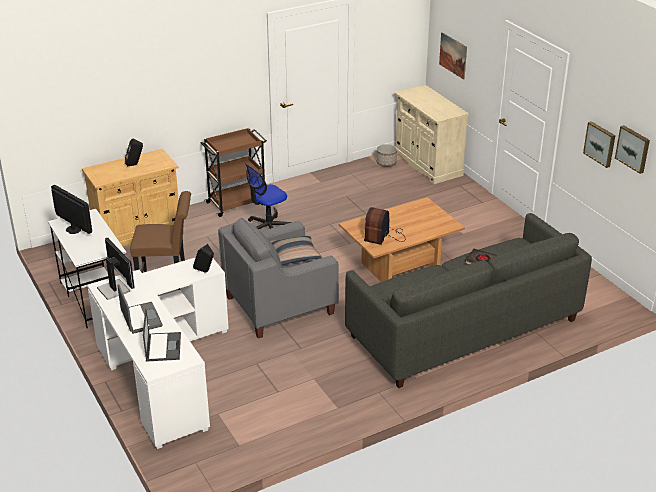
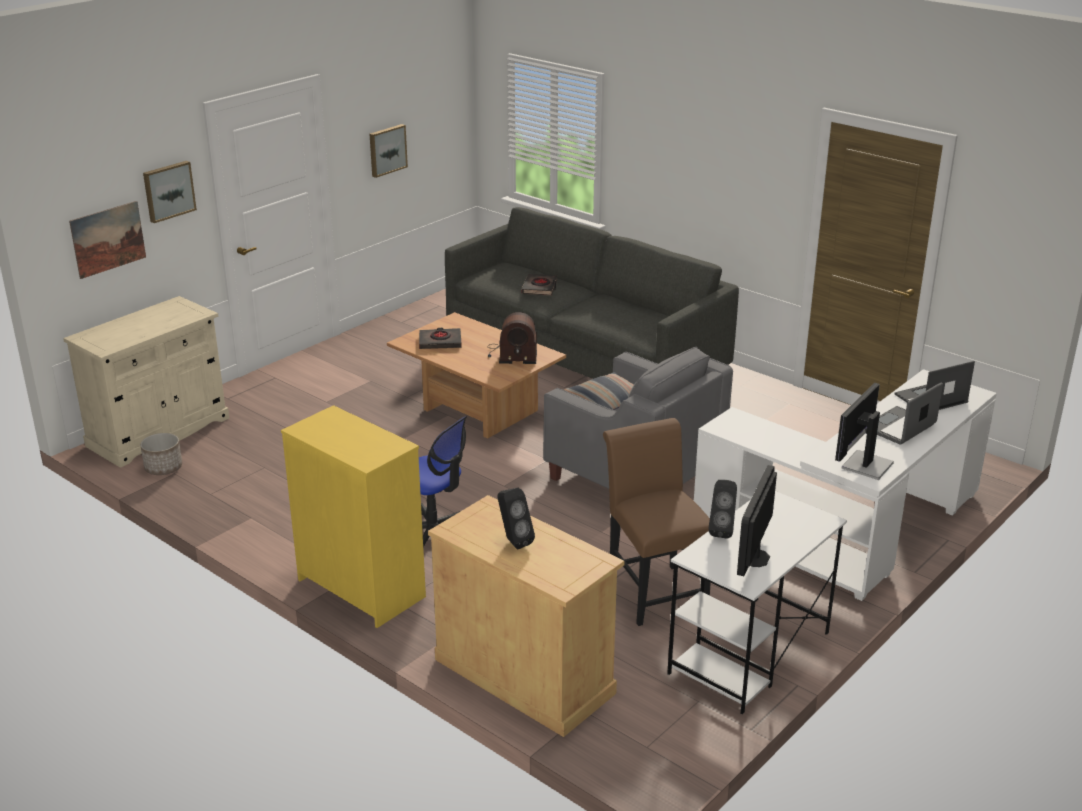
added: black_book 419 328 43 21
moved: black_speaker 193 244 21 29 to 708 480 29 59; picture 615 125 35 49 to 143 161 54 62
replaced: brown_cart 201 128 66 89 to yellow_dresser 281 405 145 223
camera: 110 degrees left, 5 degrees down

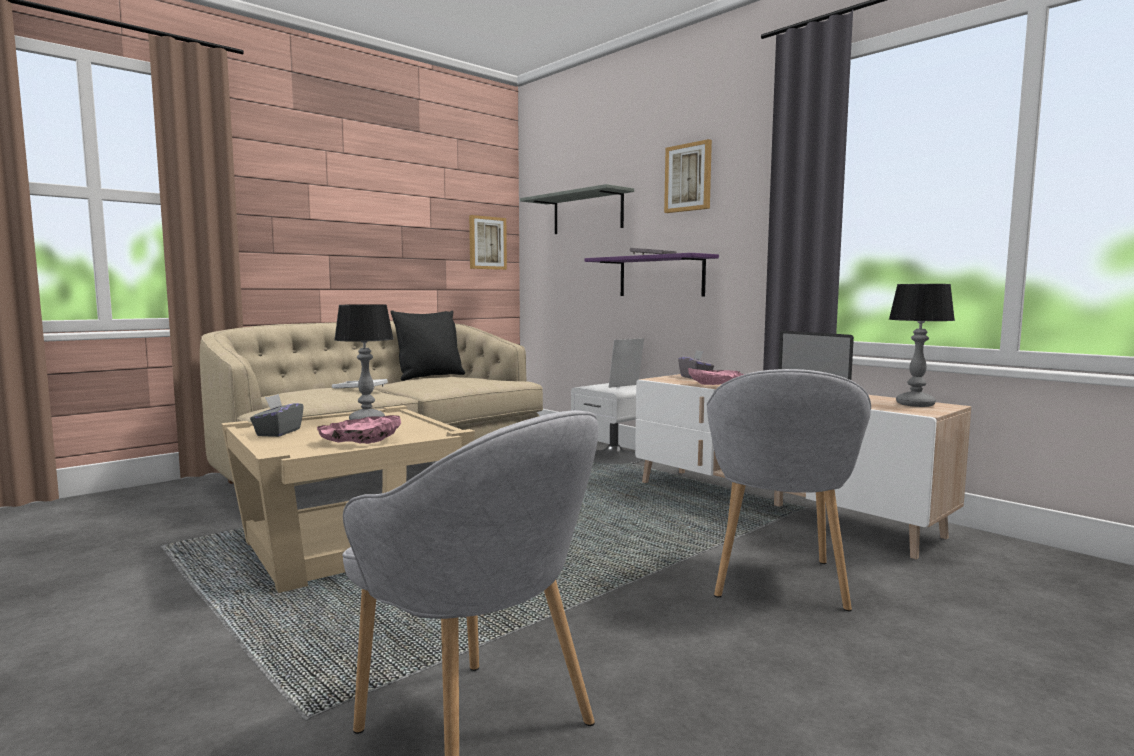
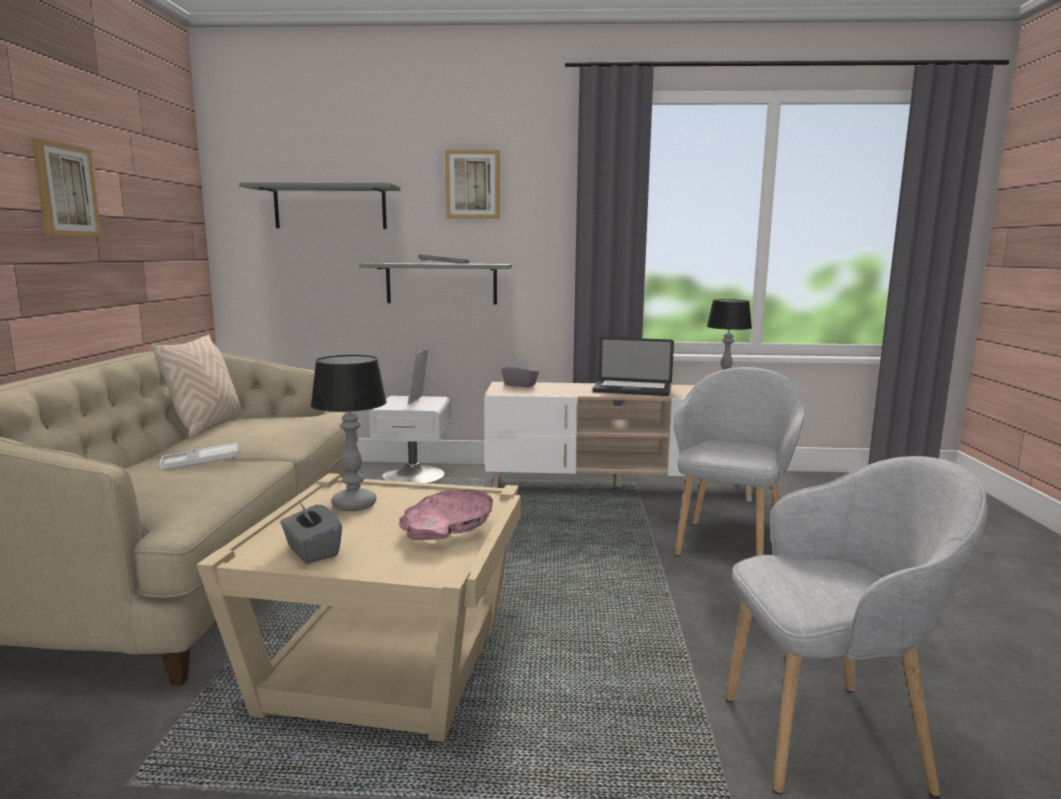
removed: pink_bowl 688 368 56 17
moved: picture 469 215 38 55 to 31 138 70 99
recoloured: black_pillow 390 310 75 71 to beige_pillow 151 334 92 105; purple_shelf 584 253 135 44 to grey_shelf 359 263 153 42
turned: grey_armchair 707 369 164 242 = 673 367 132 189 120 degrees counterclockwise
camera: 45 degrees left, 5 degrees up

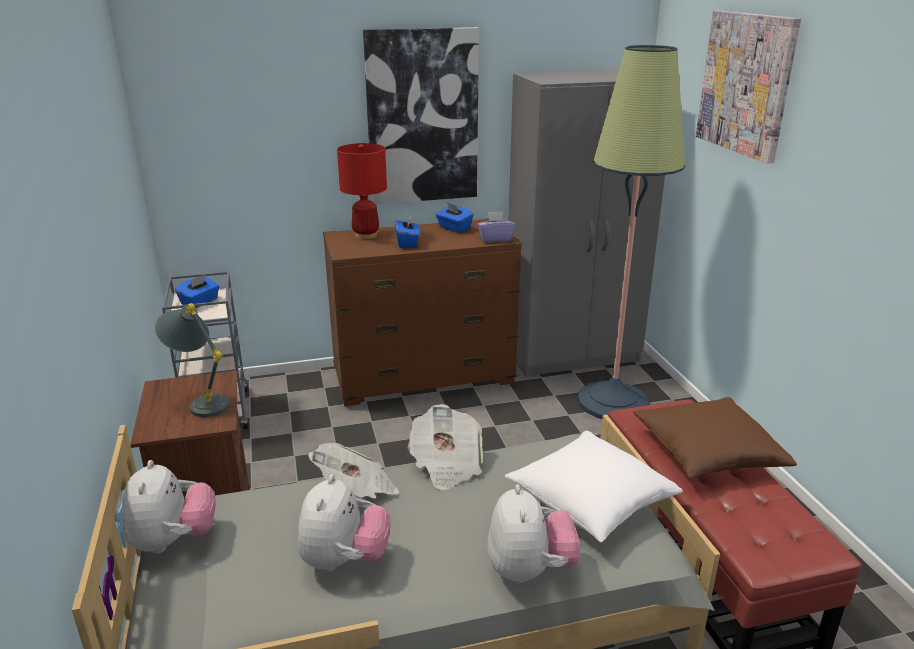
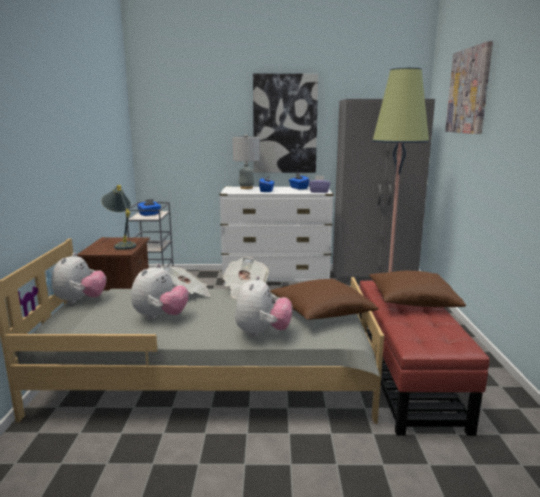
recoloured: brown_dresser 323 218 199 188 to white_dresser 219 186 115 100; red_table_lamp 337 143 50 96 to grey_table_lamp 232 135 28 54; white_pillow 505 431 178 111 to brown_pillow 270 279 108 41
camera: 15 degrees right, 10 degrees down

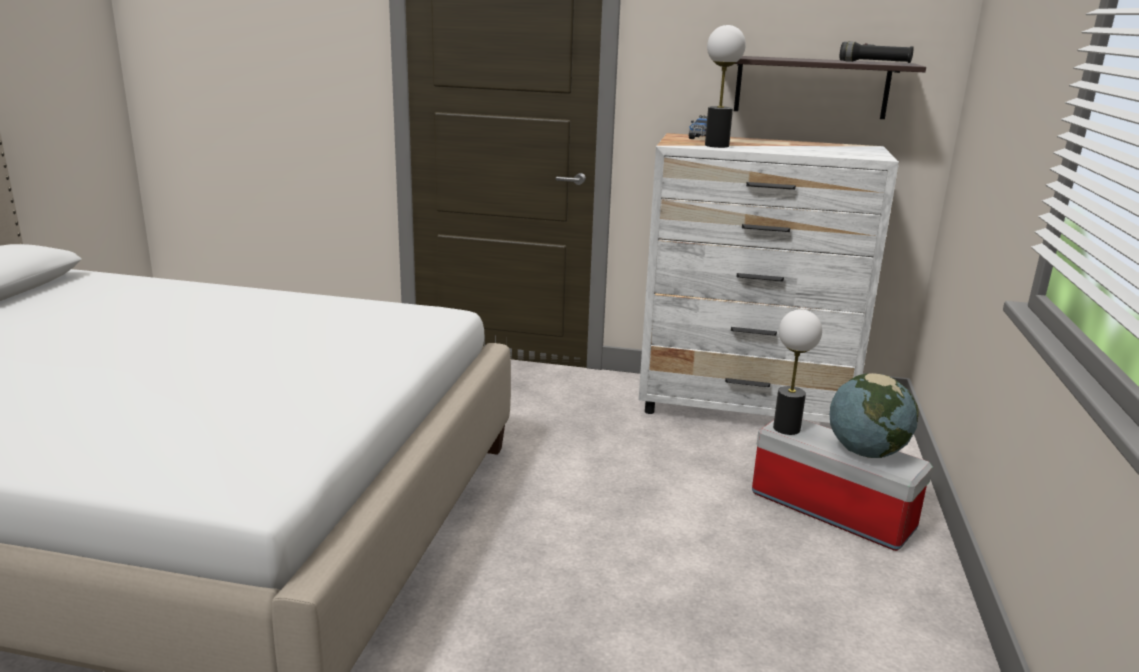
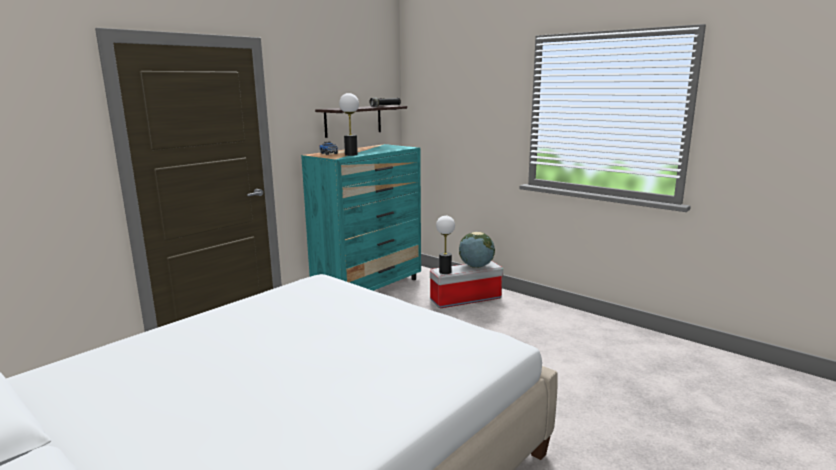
recoloured: white_dresser 639 133 260 290 to turquoise_dresser 301 144 120 147
camera: 60 degrees left, 5 degrees down

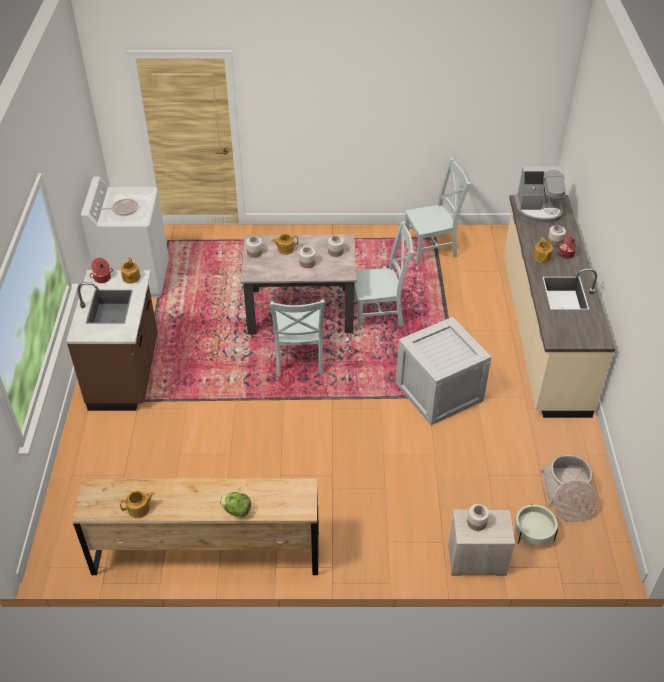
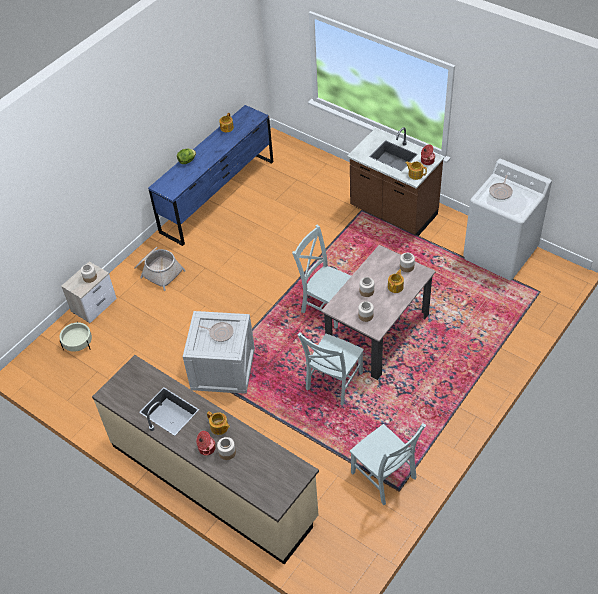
removed: coffee_machine 514 166 52 57
added: frying_pan 198 322 36 20
moved: basket 540 455 57 67 to 134 247 52 44
recoloured: brown_dresser 72 479 247 96 to blue_dresser 148 105 125 141
turned: grey_chair 404 158 67 106 = 350 423 76 82 60 degrees counterclockwise
camera: 130 degrees right, 5 degrees up

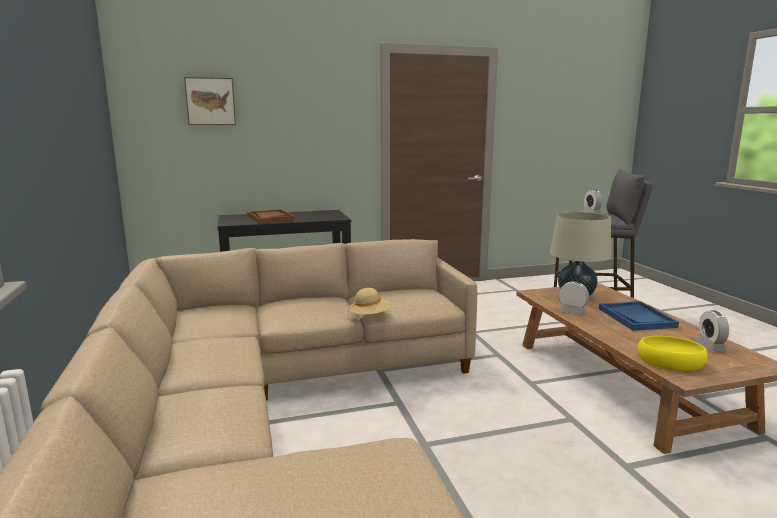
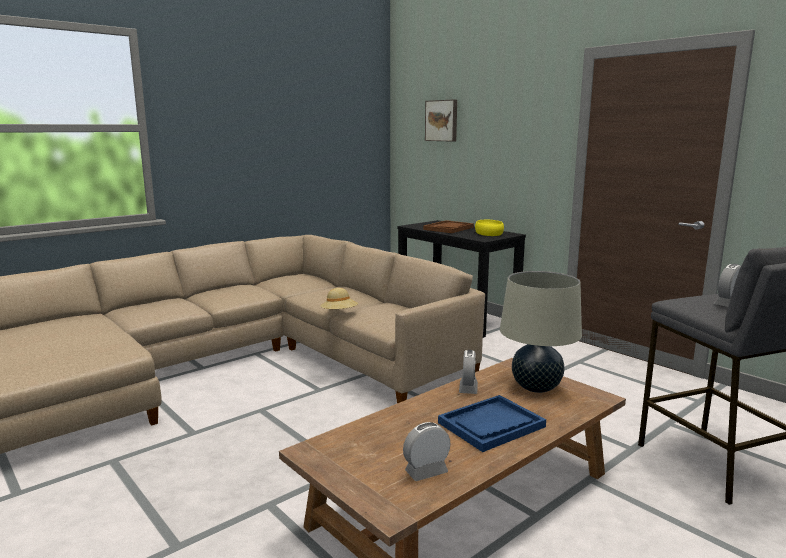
moved: yellow_bowl 638 336 70 35 to 475 220 29 16
camera: 65 degrees right, 0 degrees up

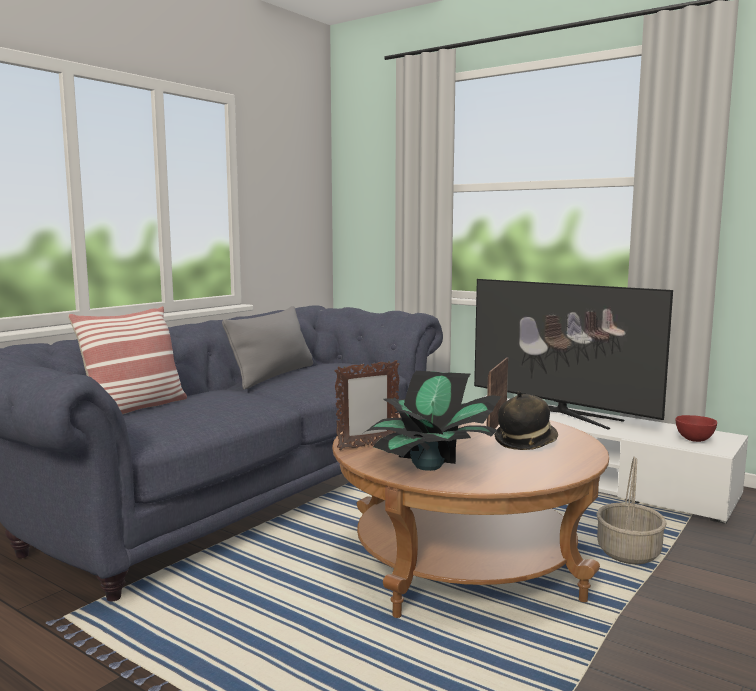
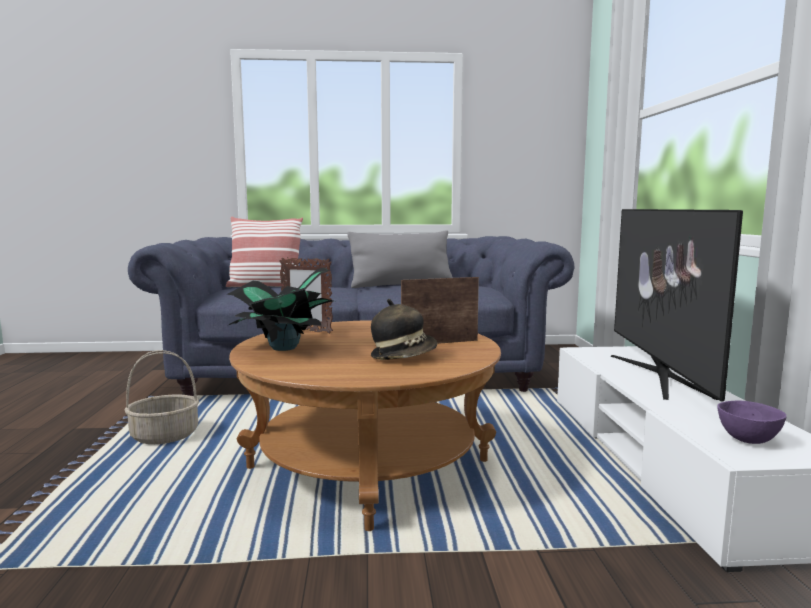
moved: basket 596 457 71 107 to 125 350 74 94
recoloured: red_bowl 675 415 42 27 to purple_bowl 717 401 70 43
camera: 50 degrees right, 0 degrees up

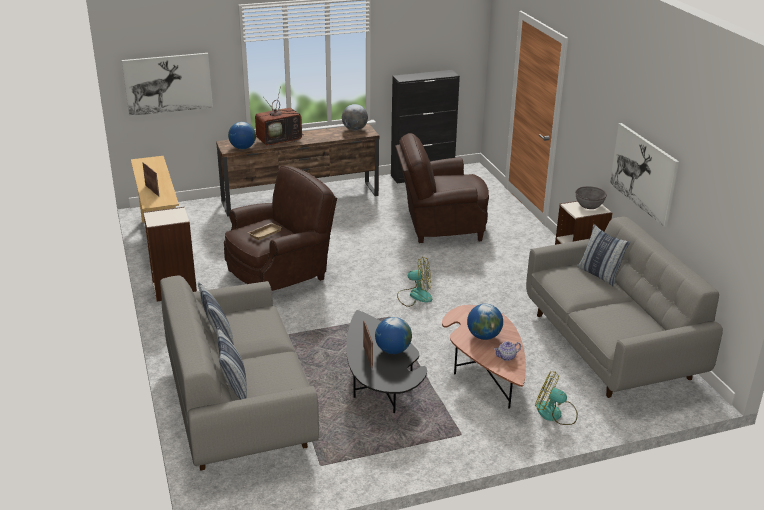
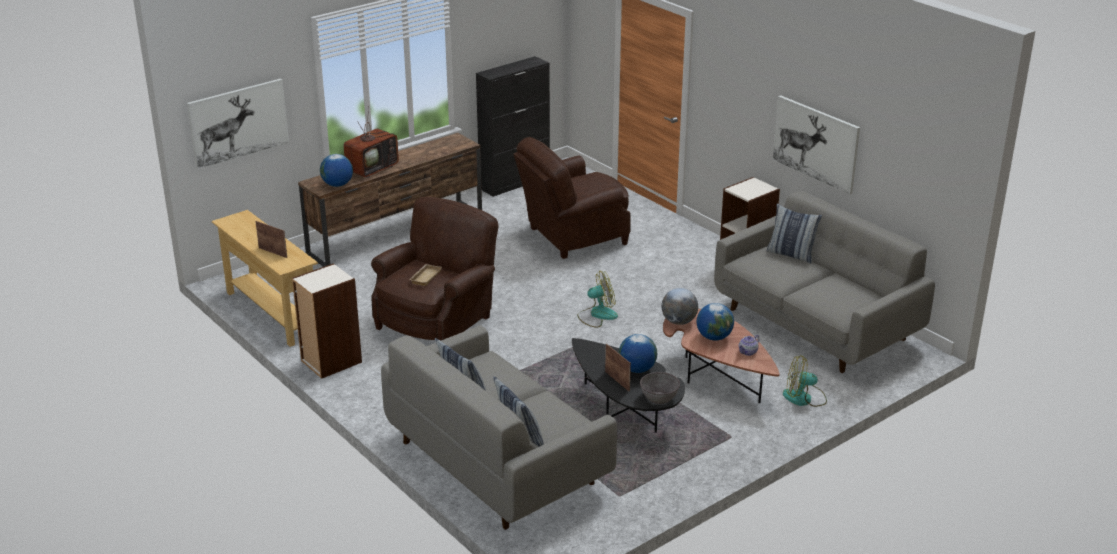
moved: globe 342 104 26 27 to 661 288 37 37; grey_bowl 575 186 32 23 to 640 372 40 32
camera: 20 degrees left, 0 degrees up

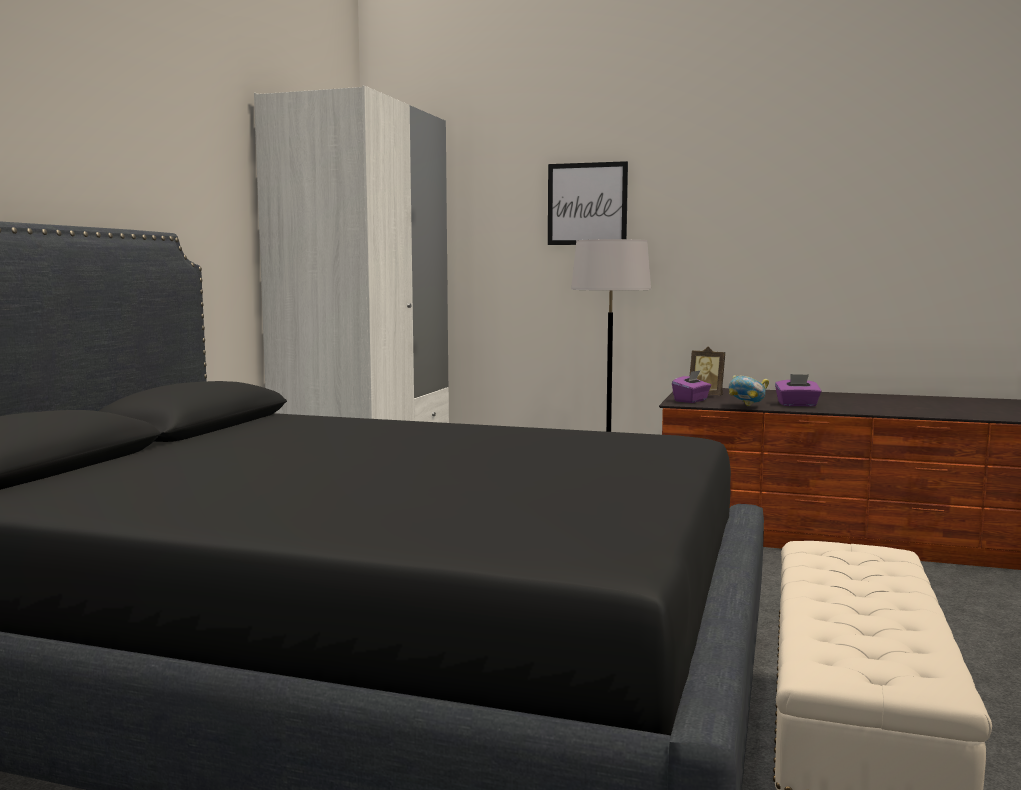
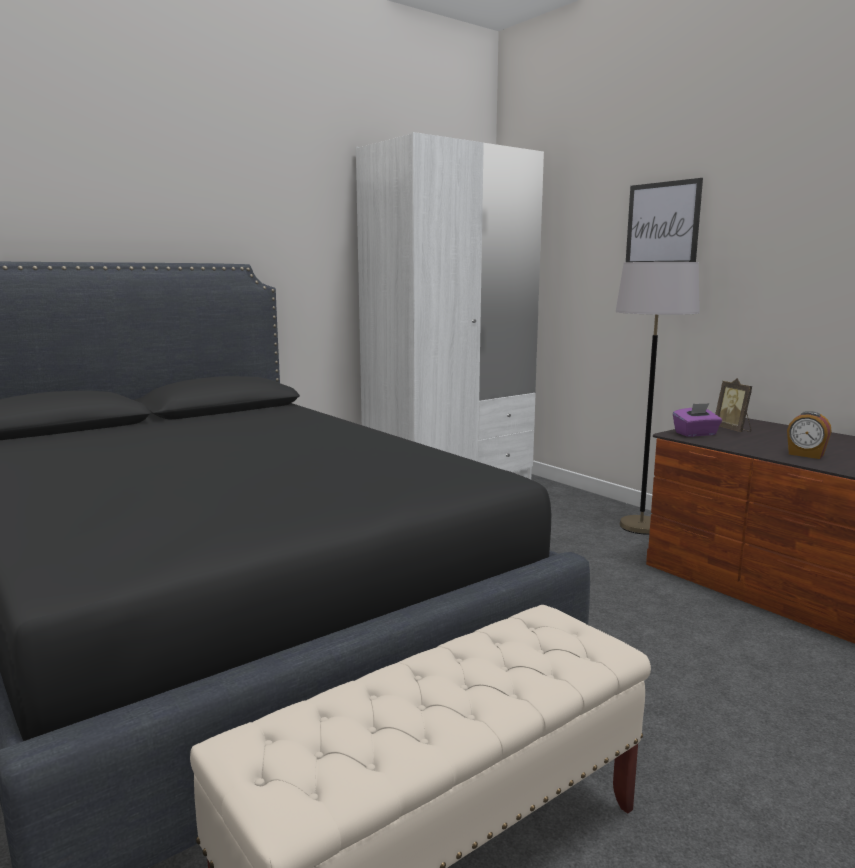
removed: bowl 728 375 41 31
replaced: purple_tissue_box 775 374 47 32 to alarm_clock 787 411 45 48
camera: 35 degrees right, 5 degrees up

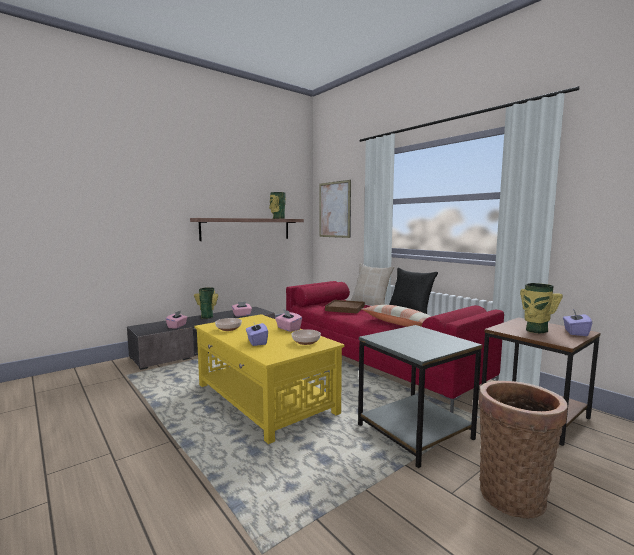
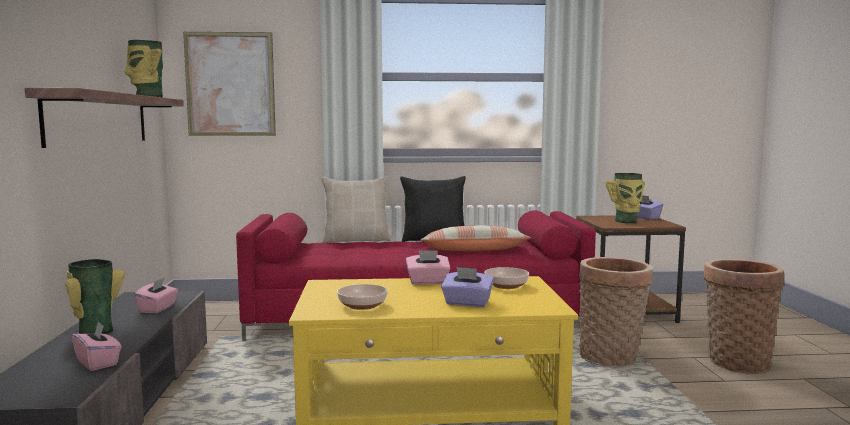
removed: brown_tray 325 300 40 14
replaced: grey_side_table 358 325 124 143 to basket 579 257 74 110
camera: 55 degrees left, 0 degrees up

